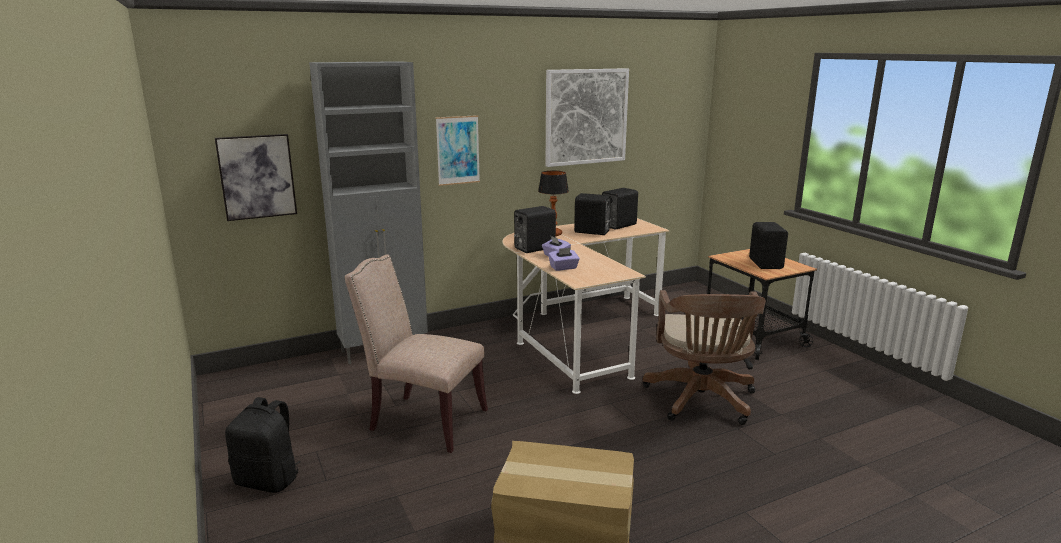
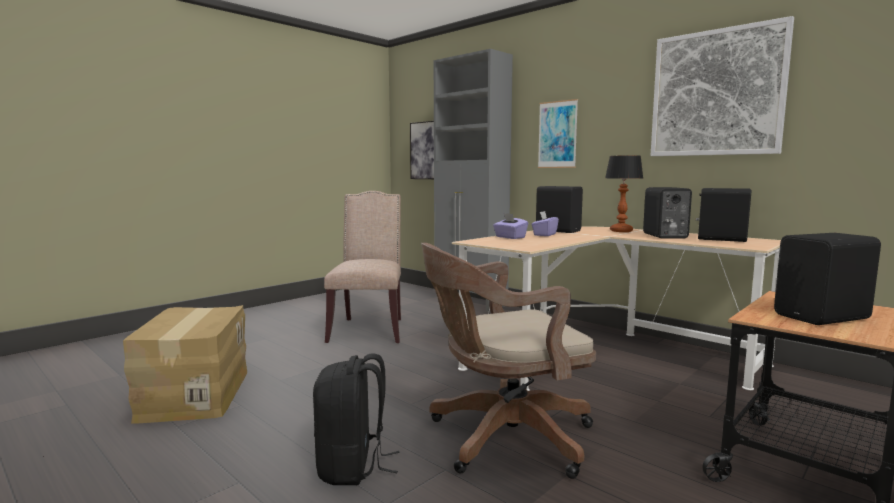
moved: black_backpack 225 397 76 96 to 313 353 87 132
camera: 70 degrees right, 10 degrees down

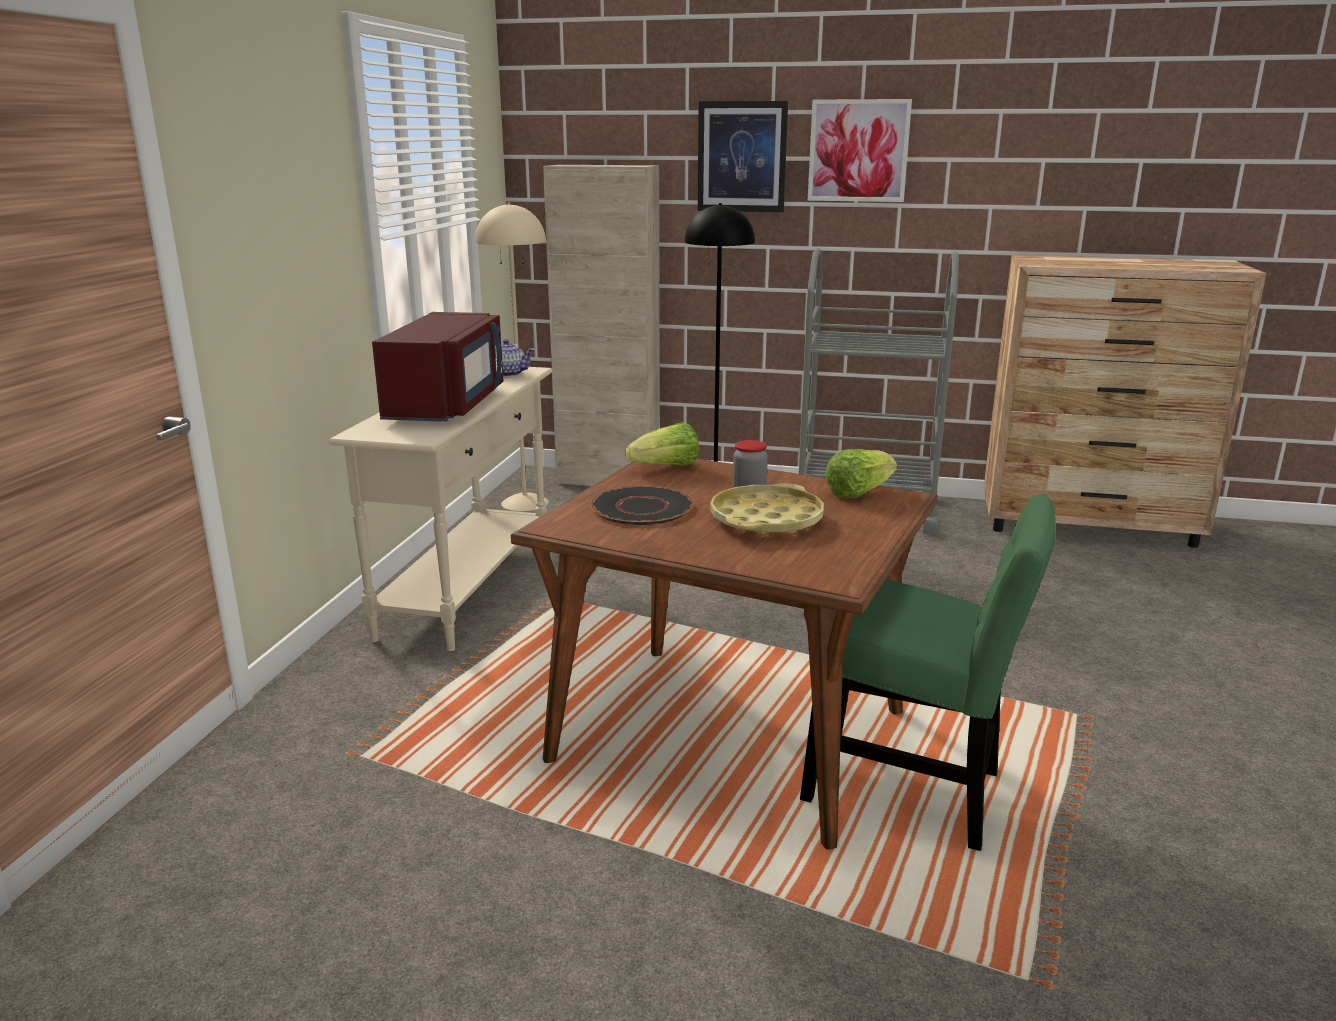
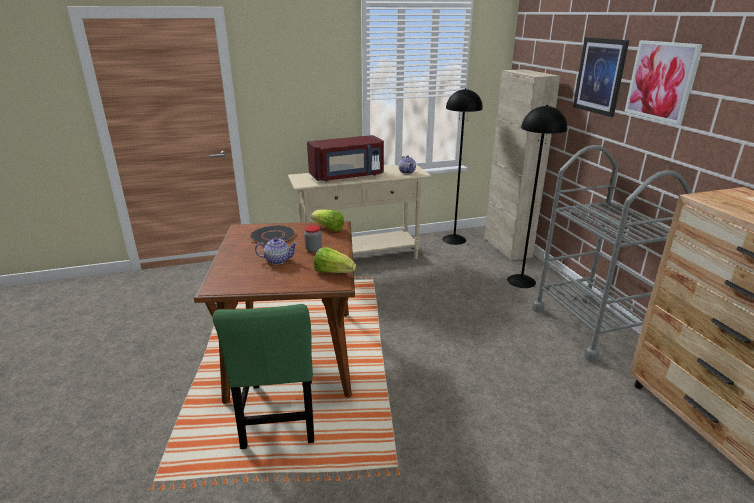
replaced: yellow_tray 710 483 114 51 to teapot 255 238 43 27
recoloured: beige_floor_lamp 475 203 74 308 to black_floor_lamp 442 88 41 157
camera: 60 degrees right, 5 degrees up

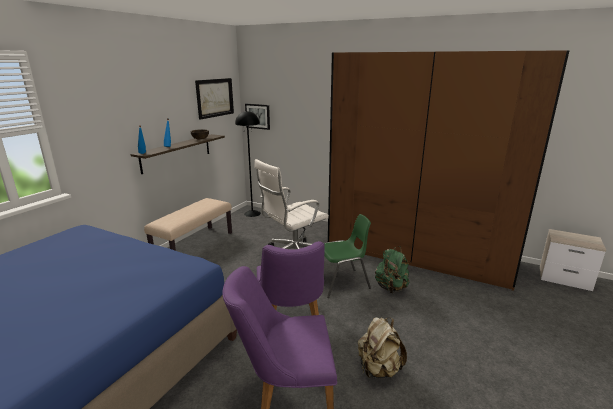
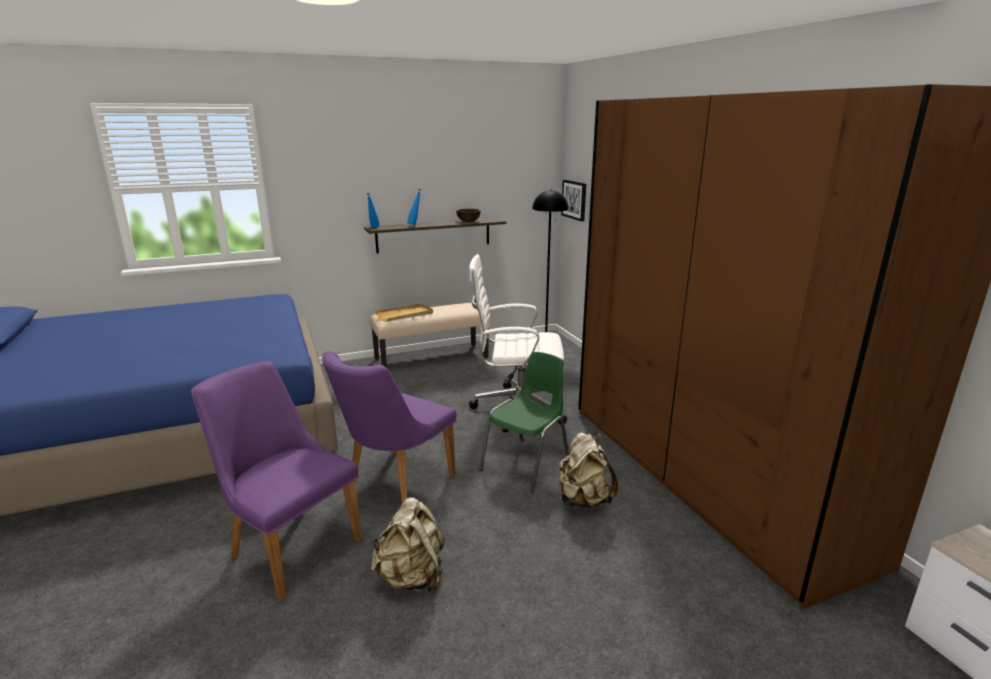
removed: picture 195 78 39 42
added: beige_tray 375 303 58 19
recoloured: green_backpack 375 246 35 47 to beige_backpack 558 432 60 76
turned: green_chair 324 214 47 84 = 479 352 90 141 75 degrees counterclockwise
camera: 40 degrees right, 0 degrees up

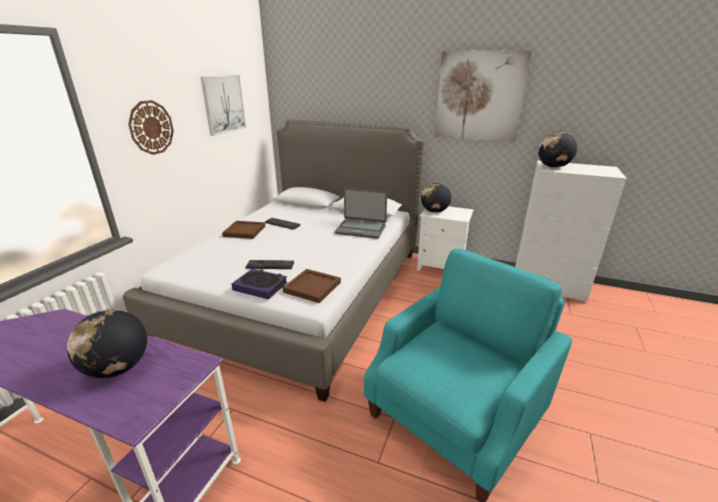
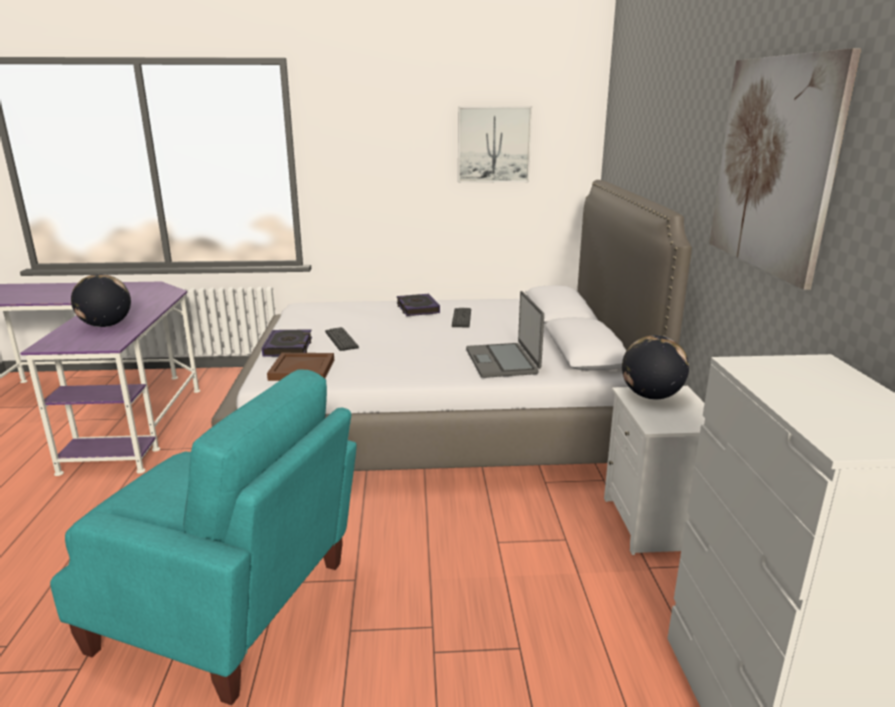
removed: wall_clock 128 100 46 55; globe 538 131 39 37
replaced: brown_tray 222 221 43 18 to book 397 294 43 22
camera: 65 degrees right, 5 degrees down

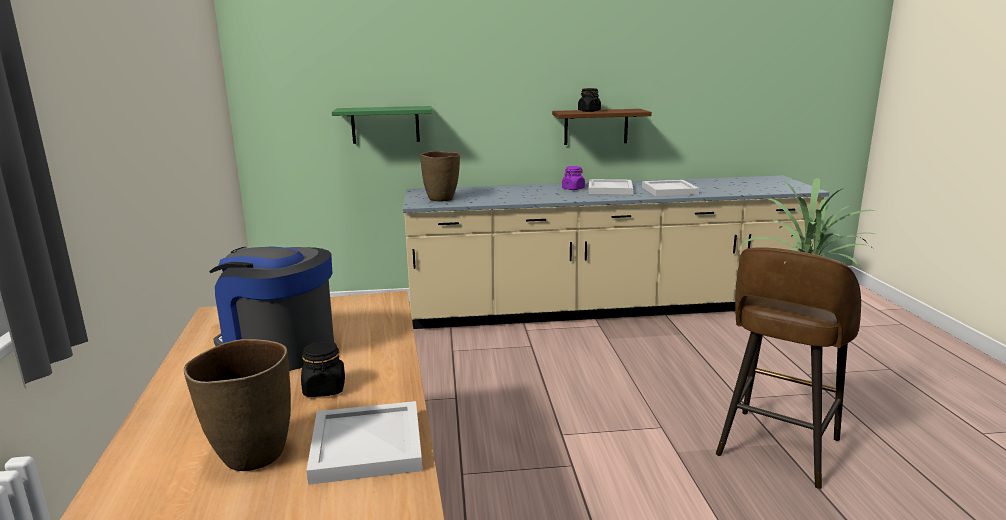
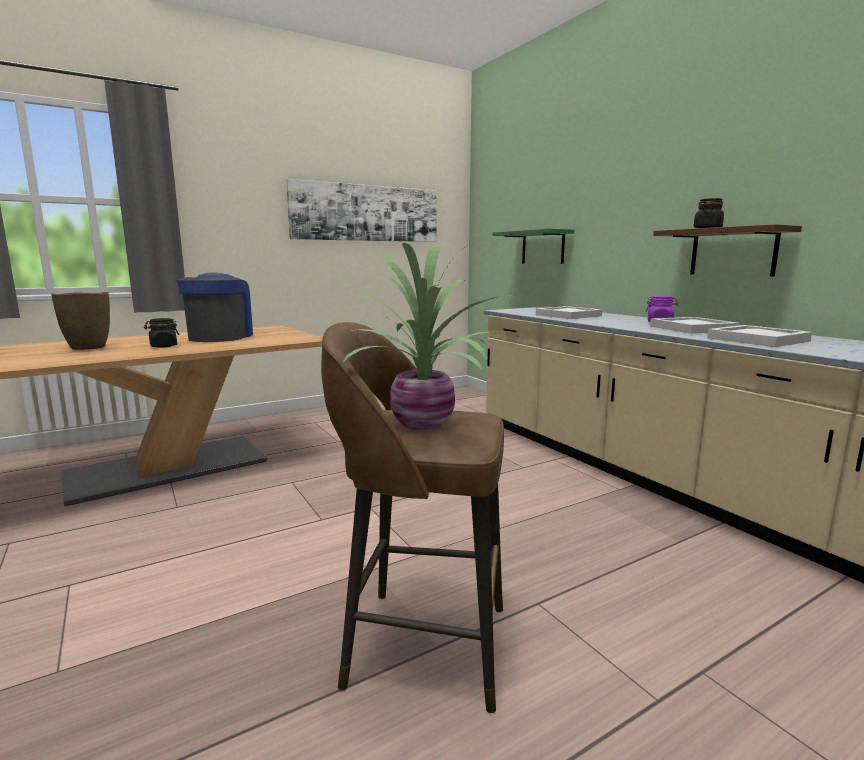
removed: brown_vase 420 151 40 50
added: picture 286 179 151 63
moved: white_tray 306 401 116 84 to 536 306 66 13
camera: 65 degrees right, 5 degrees down

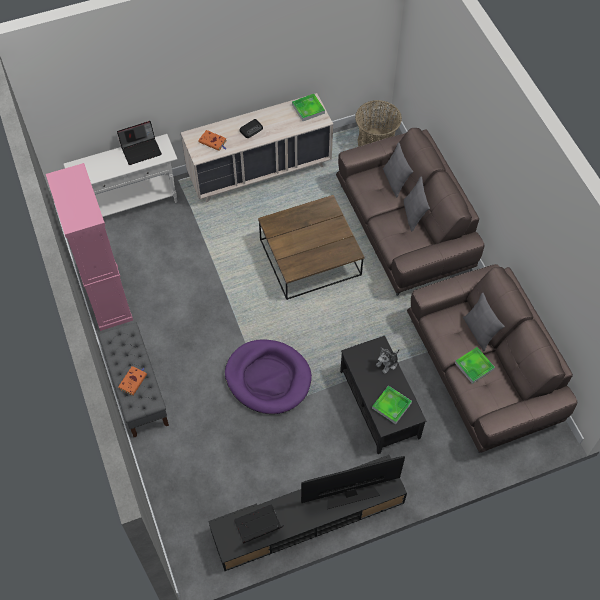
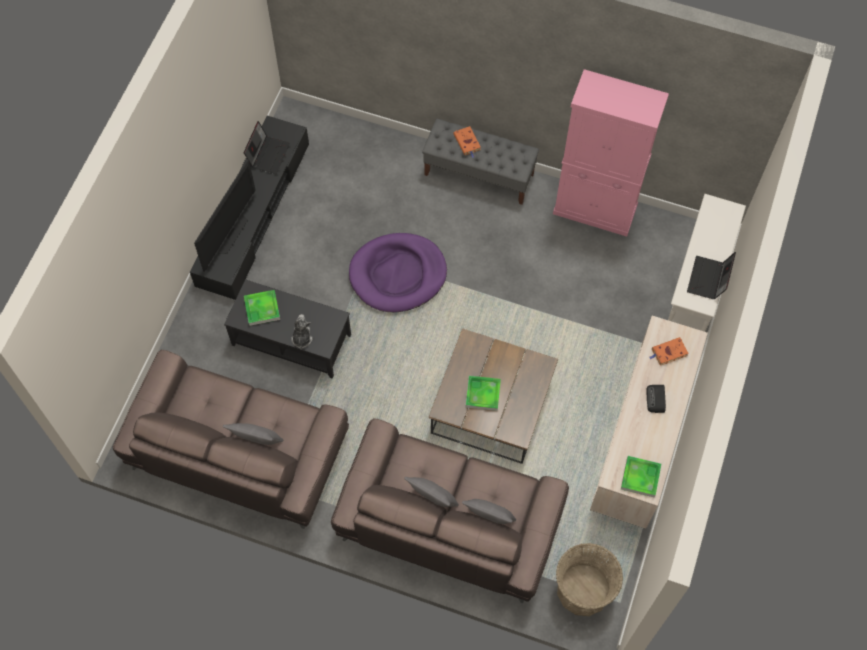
moved: tray 455 347 40 37 to 466 376 35 35
camera: 130 degrees right, 5 degrees up

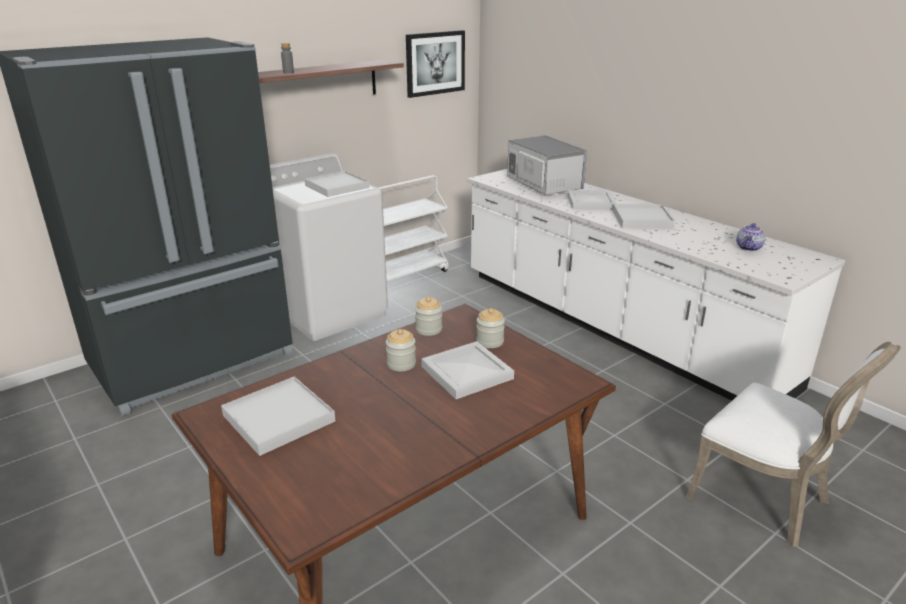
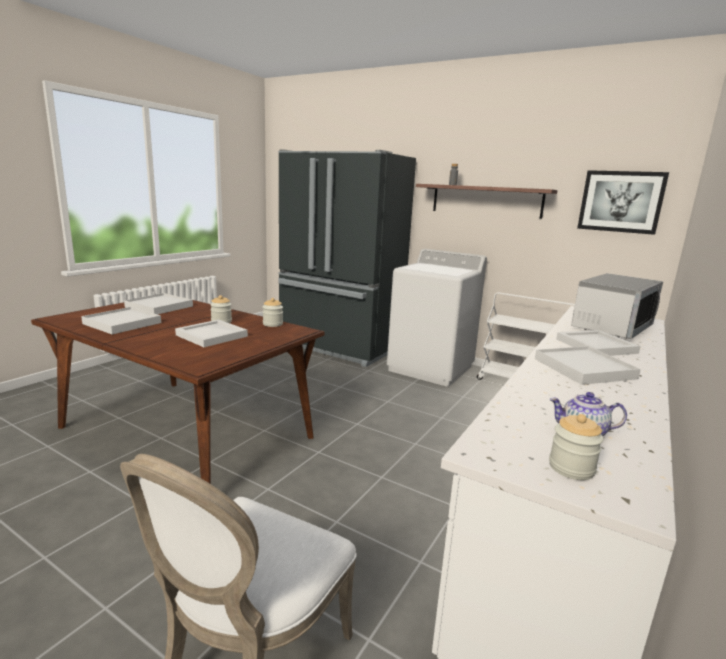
moved: white_tray 305 171 64 26 to 81 307 80 27; jar 476 308 29 40 to 549 414 55 66
camera: 70 degrees right, 10 degrees down

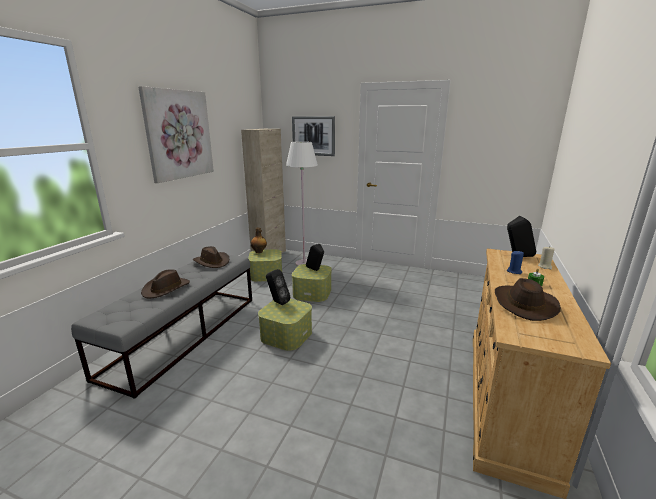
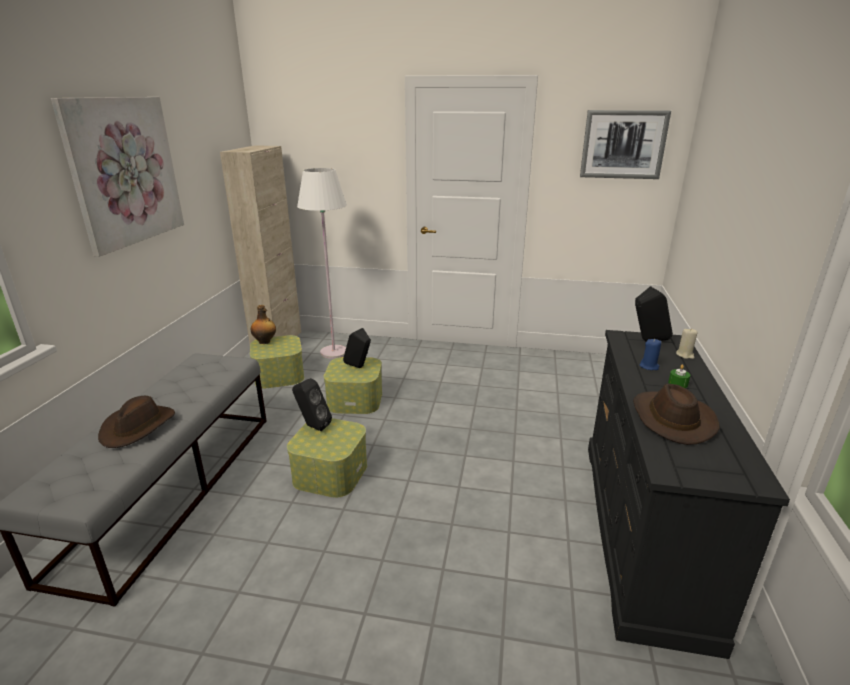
removed: brown_hat 193 246 36 22
moved: picture 292 116 43 40 to 580 110 91 69
recoloured: beige_dresser 473 249 138 250 to black_dresser 588 330 202 329
camera: 10 degrees left, 5 degrees up

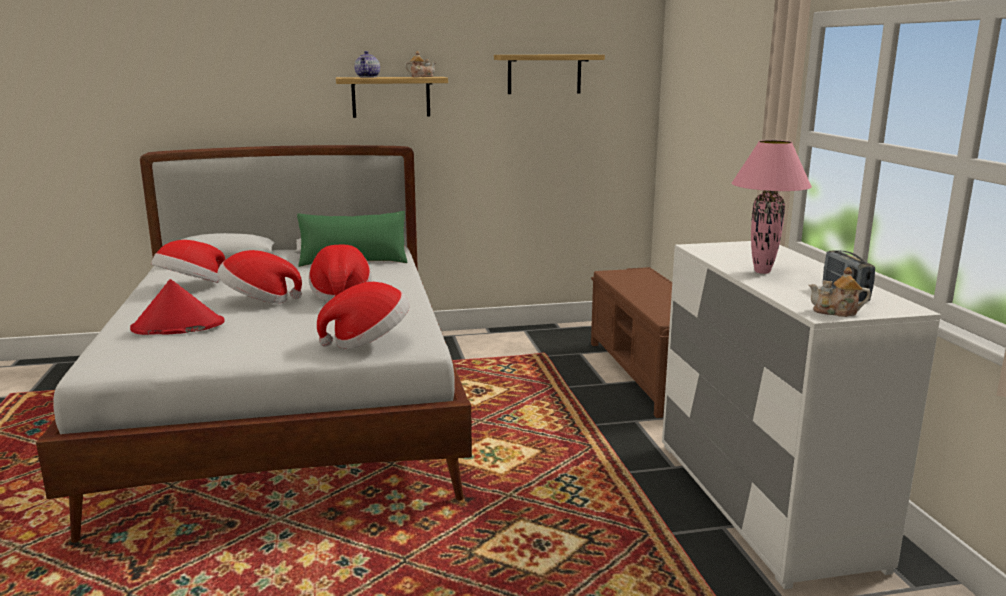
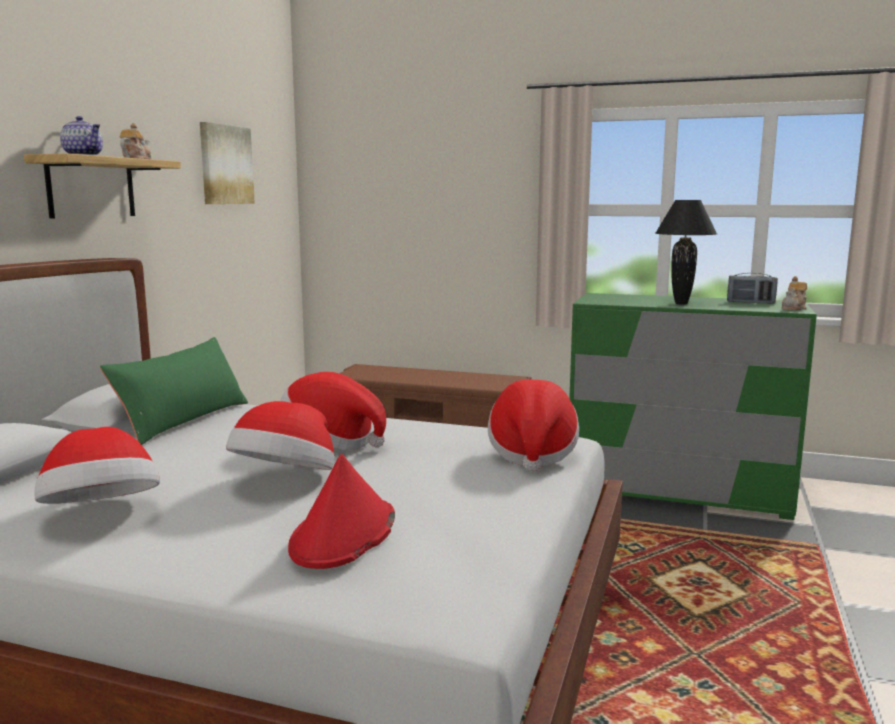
replaced: shelf 494 55 111 39 to picture 200 122 55 82
recoloured: white_dresser 662 241 279 348 to green_dresser 569 293 248 227; pink_table_lamp 732 140 80 134 to black_table_lamp 655 200 62 105
camera: 60 degrees left, 5 degrees down

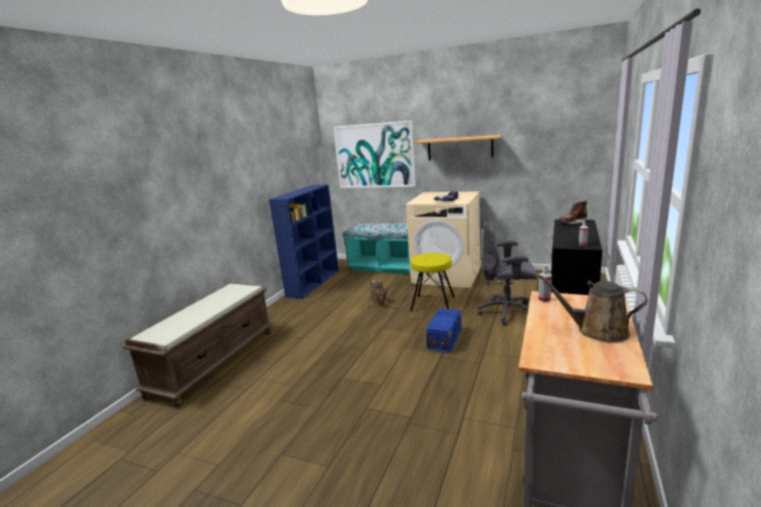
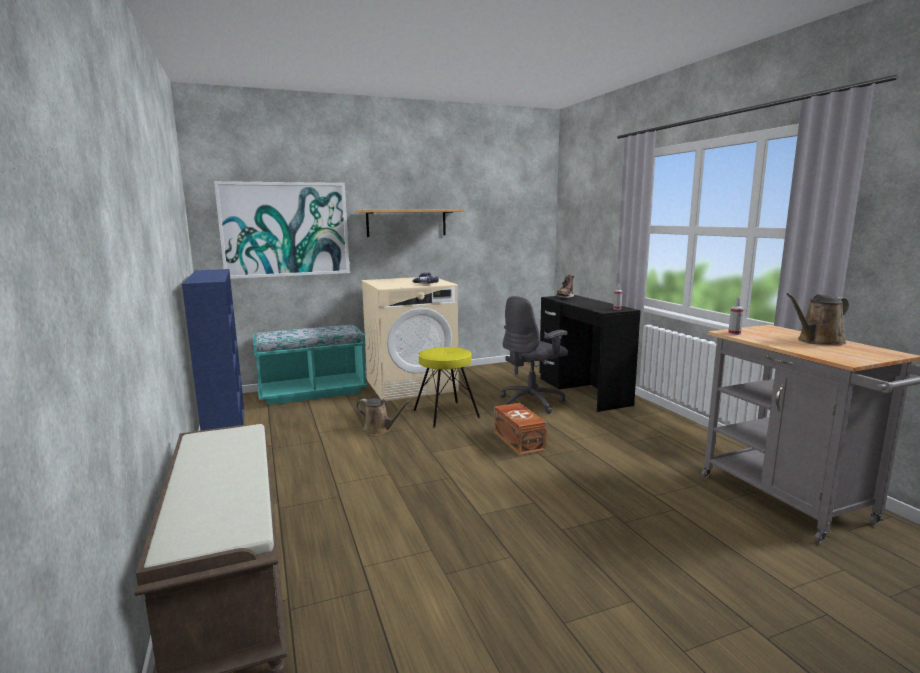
recoloured: blue_storage_box 426 308 36 45 to brown_storage_box 494 403 53 52
camera: 45 degrees left, 5 degrees down

